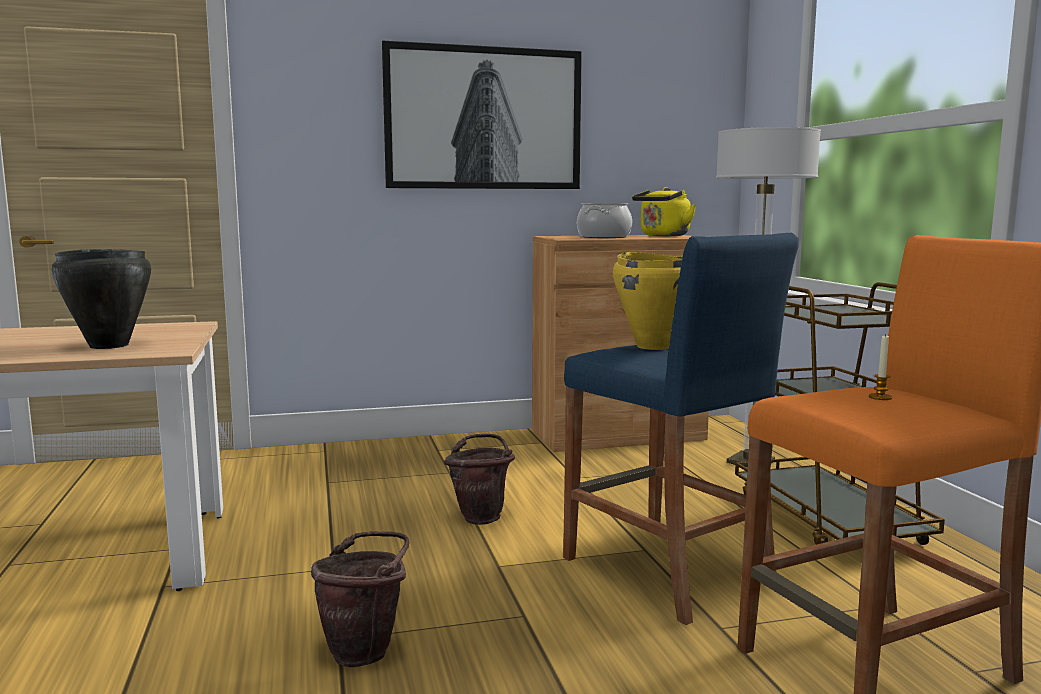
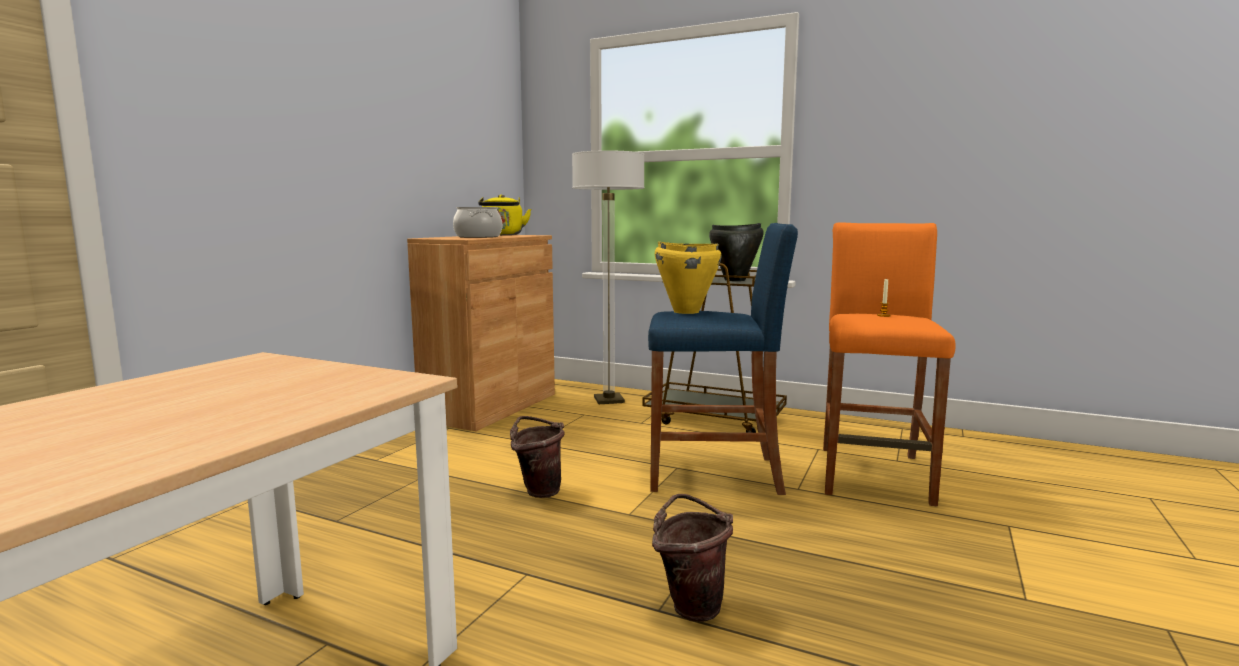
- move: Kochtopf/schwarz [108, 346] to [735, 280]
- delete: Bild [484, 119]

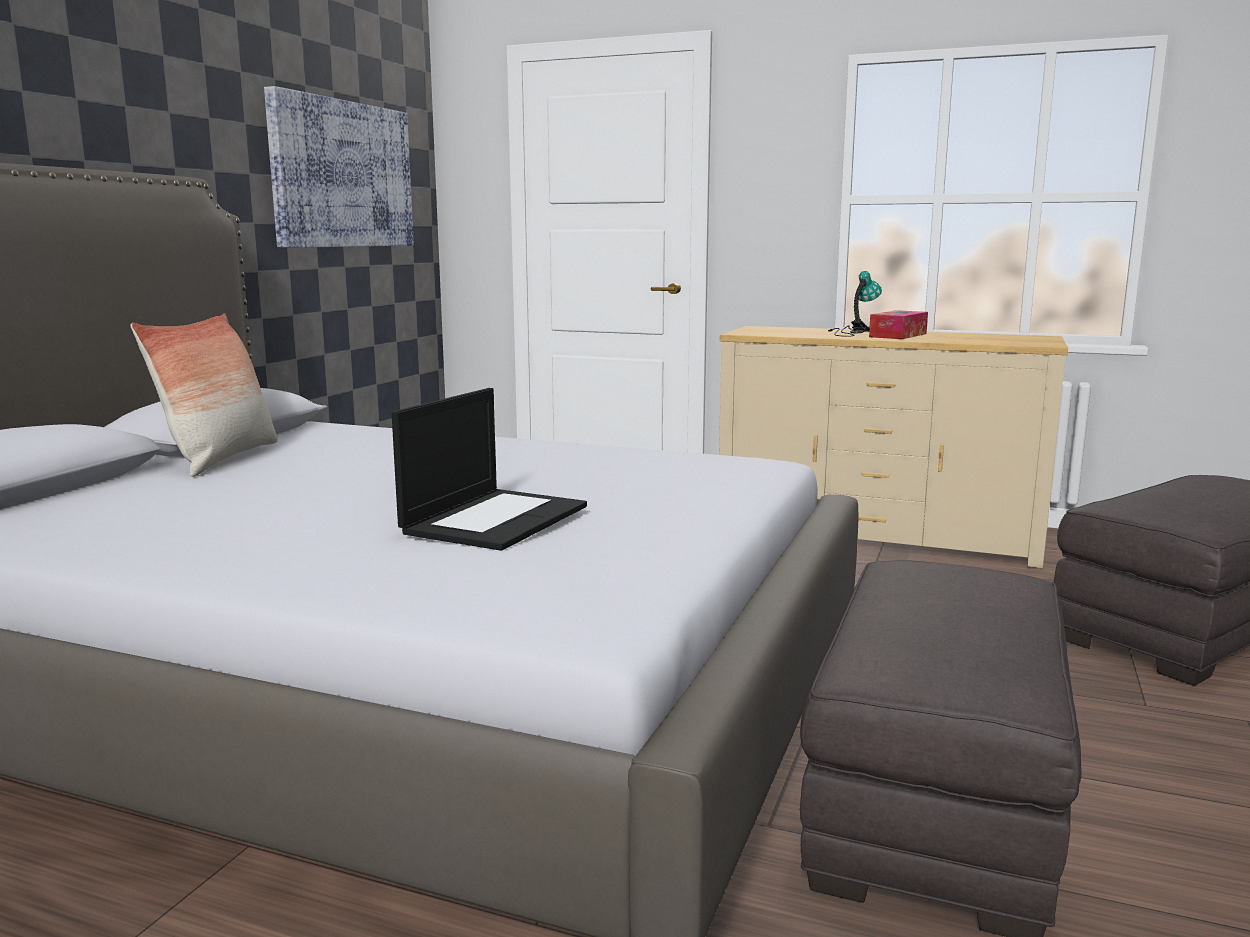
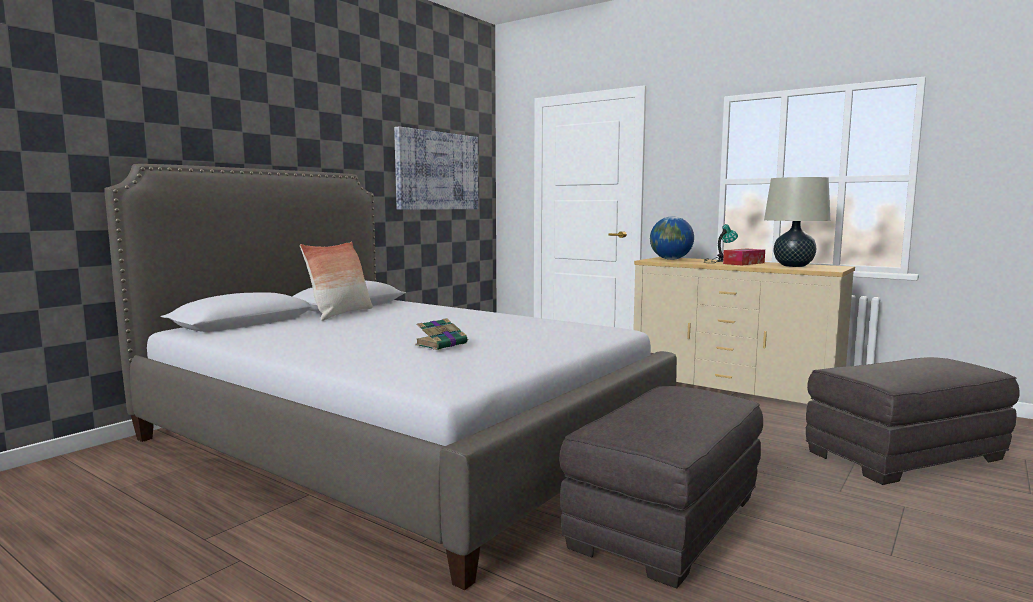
- replace: Laptop [495, 519] to Buch [442, 344]
- insert: Globus [670, 259]
- insert: Tischlampe/beige [793, 266]

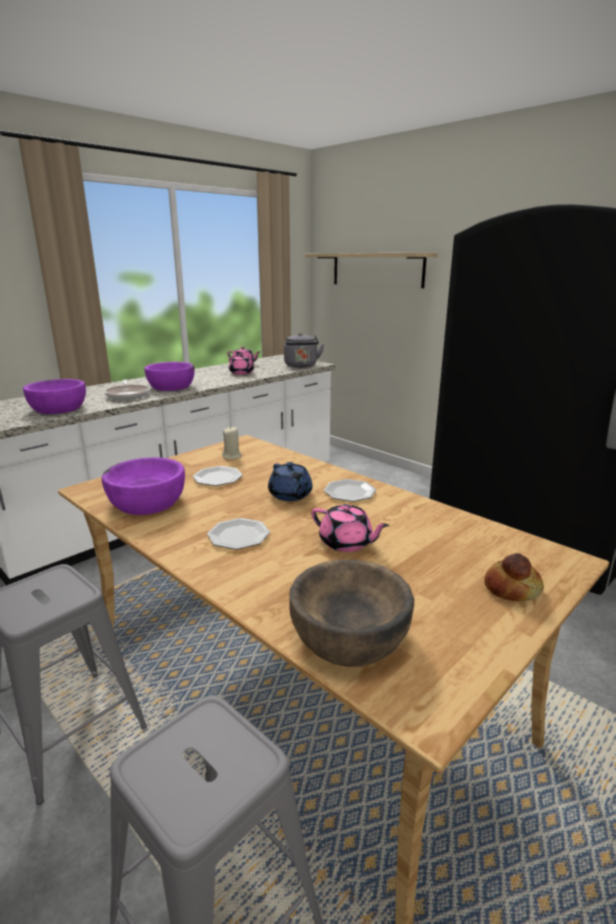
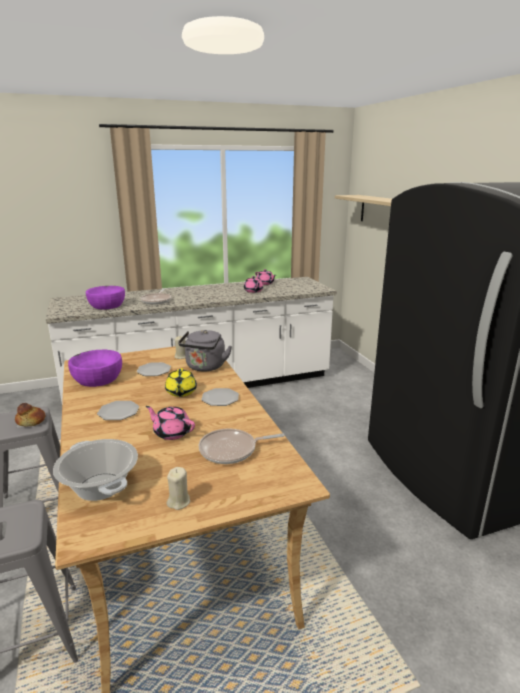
- move: Brot [511, 588] to [31, 421]
- replace: Schüssel/braun [350, 635] to Kochtopf [100, 486]
- rotate: Teekanne/rosa [346, 543] = [171, 432] 150 degrees clockwise
- recolor: Teekanne/blau [290, 495] to Teekanne/gelb [181, 392]
- insert: Kerze/beige [179, 502]
- move: Wasserkessel/grau [301, 366] to [205, 367]
- insert: Pfanne [231, 450]
- delete: Schüssel/lila [171, 386]

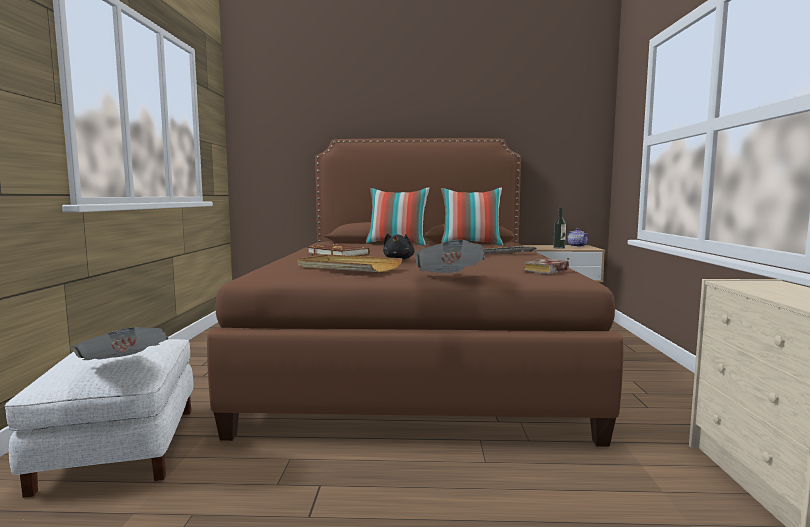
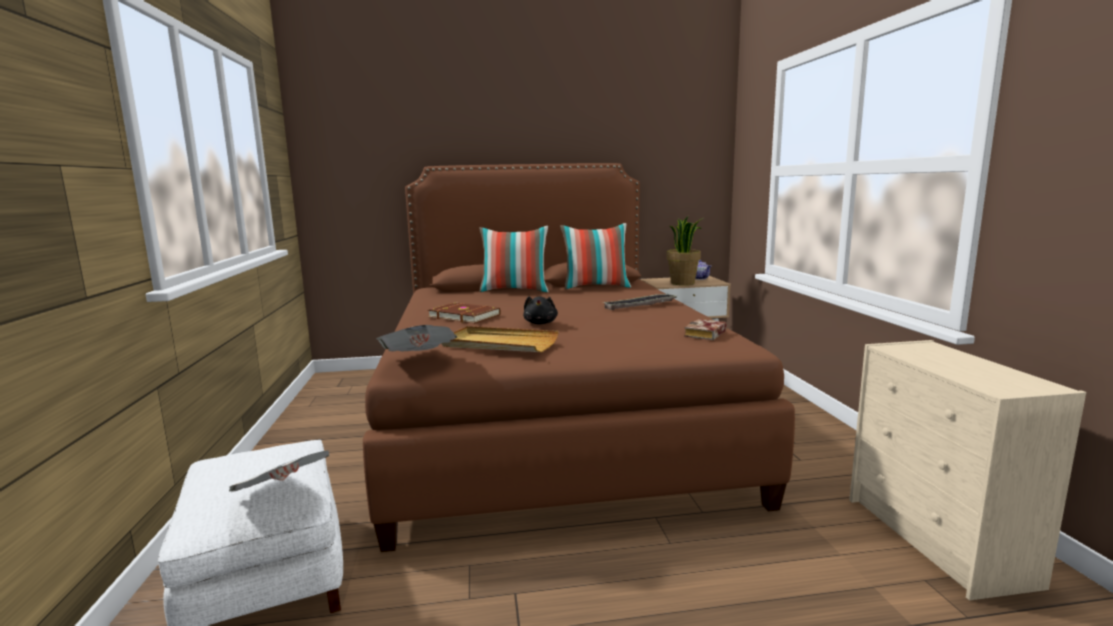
- move: Zeitung [449, 278] to [419, 360]
- replace: Flasche [559, 248] to Topfpflanze [683, 283]

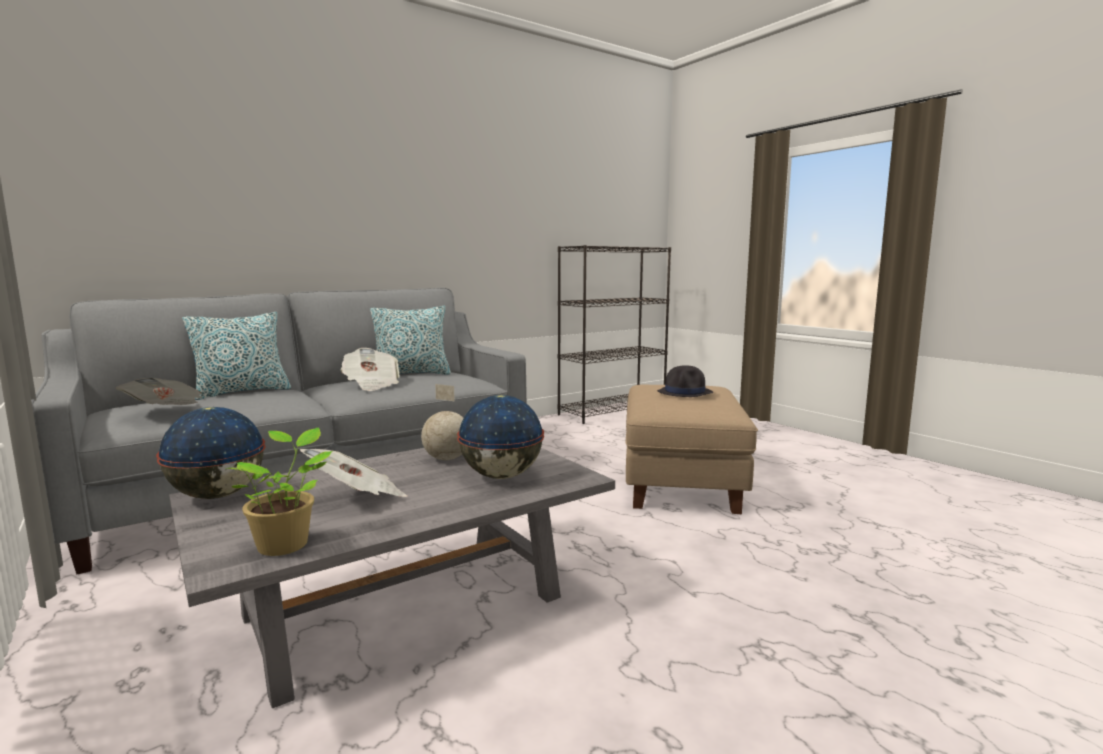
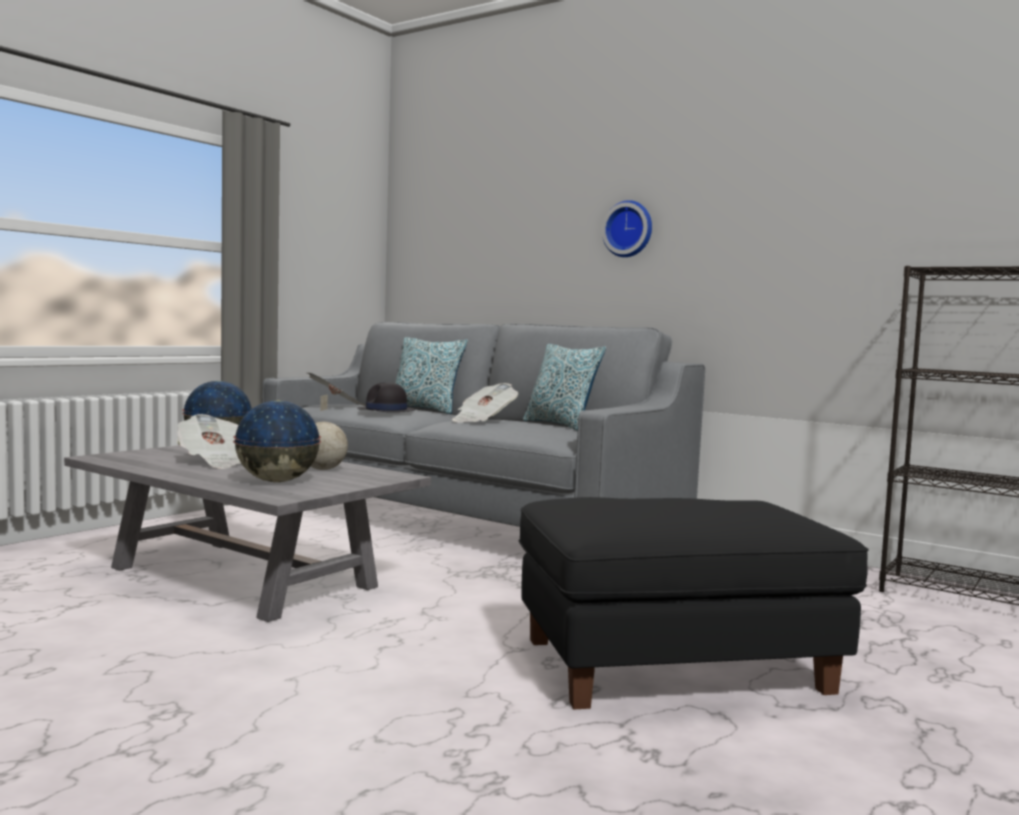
- move: Hut/schwarz [685, 392] to [386, 411]
- recolor: Polsterhocker/beige [681, 482] to Polsterhocker/schwarz [673, 666]
- insert: Wanduhr [629, 229]
- delete: Topfpflanze [286, 544]

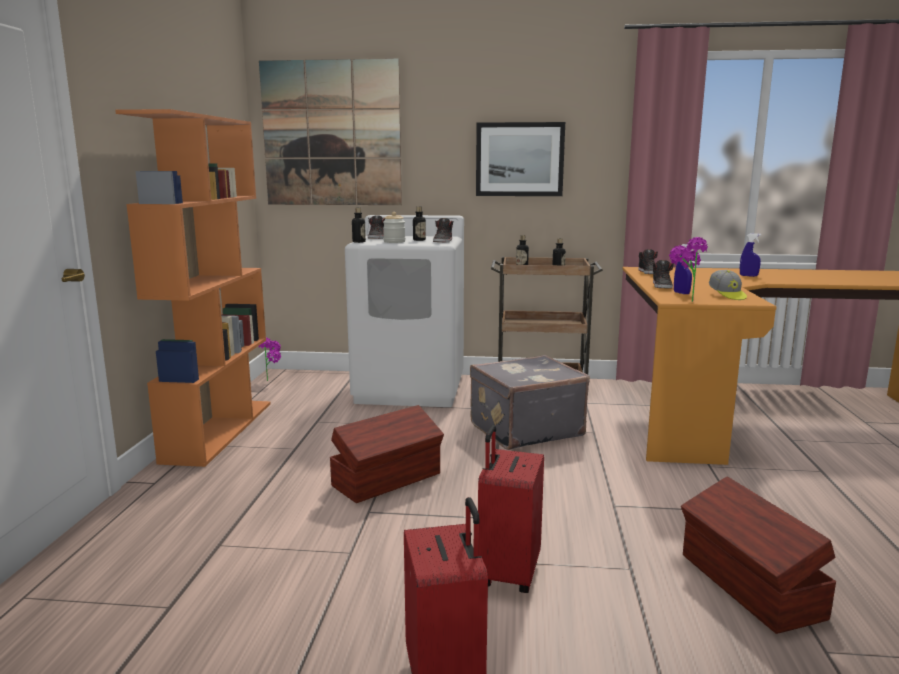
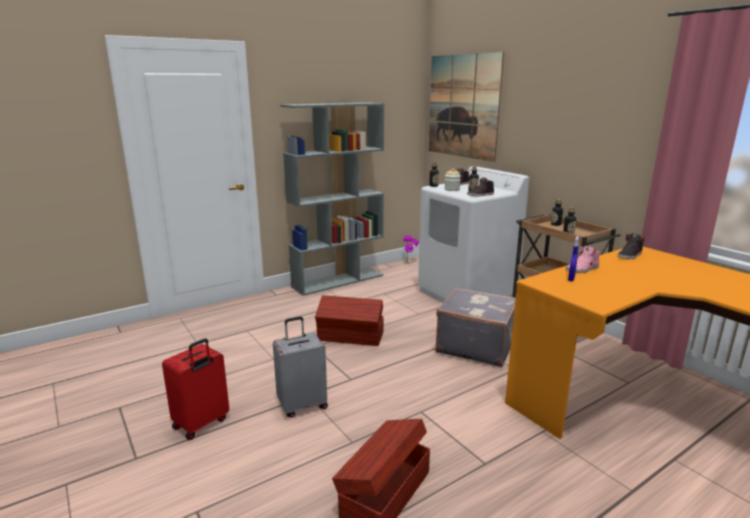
- recolor: Koffer/rot [507, 573] to Koffer/grau [302, 405]
- recolor: Bücherregal/orange [219, 430] to Bücherregal/grau [338, 281]
- recolor: Schuh/schwarz [662, 286] to Schuh/rosa [582, 269]
- delete: Bild [519, 159]
- delete: Topfpflanze [684, 300]
- delete: Kappe [727, 295]
- delete: Sprühflasche/blau [748, 276]

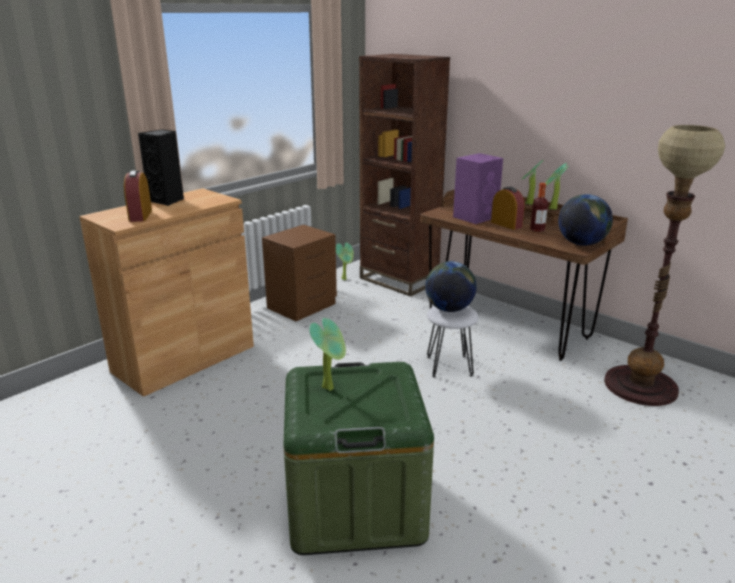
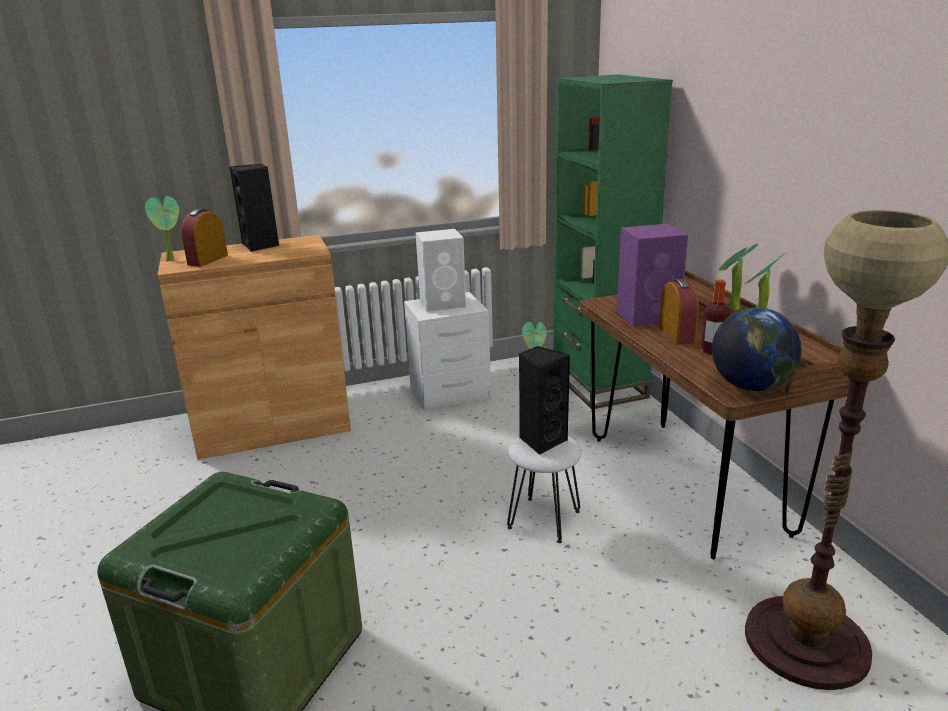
- move: Topfpflanze [330, 387] to [172, 260]
- recolor: Nachttisch/braun [303, 306] to Nachttisch/weiß [451, 393]
- insert: Lautsprecher/weiß [443, 303]
- replace: Globus [449, 309] to Lautsprecher/schwarz [541, 441]
- recolor: Bücherregal/braun [398, 280] to Bücherregal/grün [598, 384]

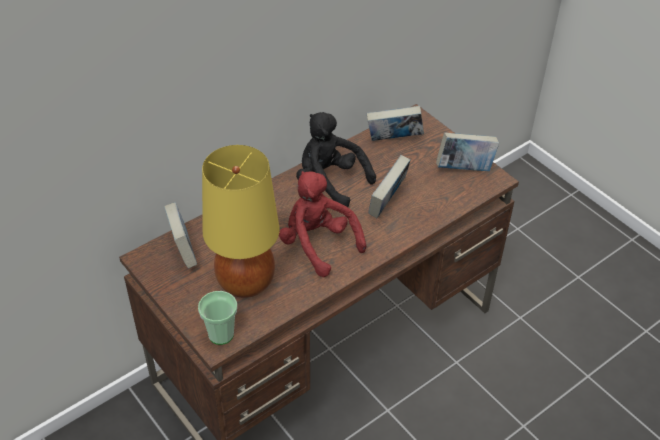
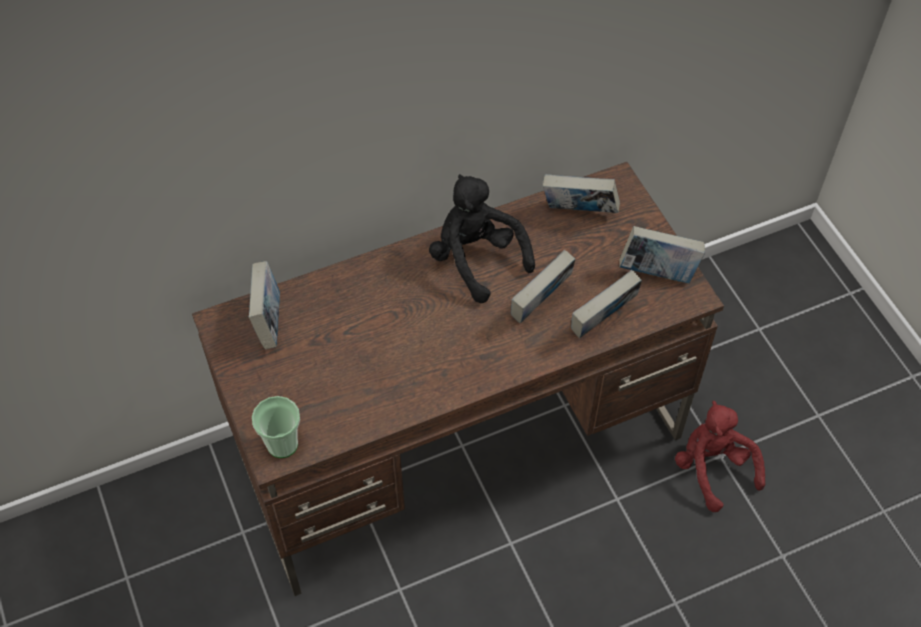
- insert: Buch [602, 321]
- move: Plüschtier/rot [318, 244] to [713, 468]
- delete: Tischlampe/gelb [246, 282]

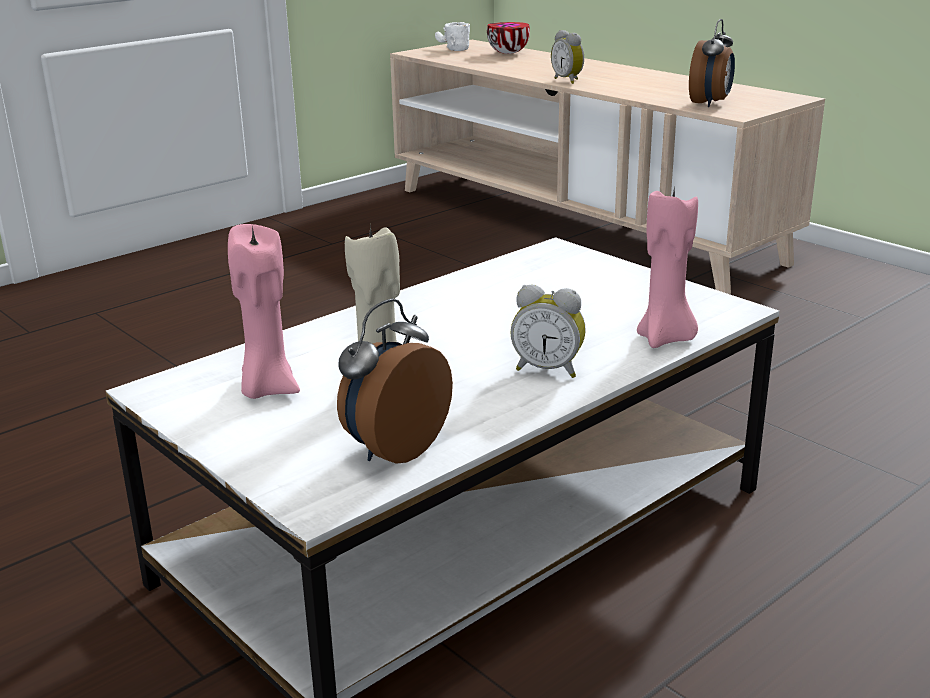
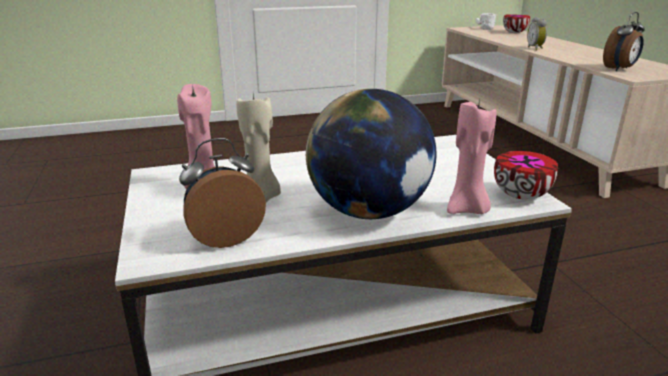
- replace: Wecker [548, 369] to Globus [369, 211]
- insert: Schüssel [522, 196]

